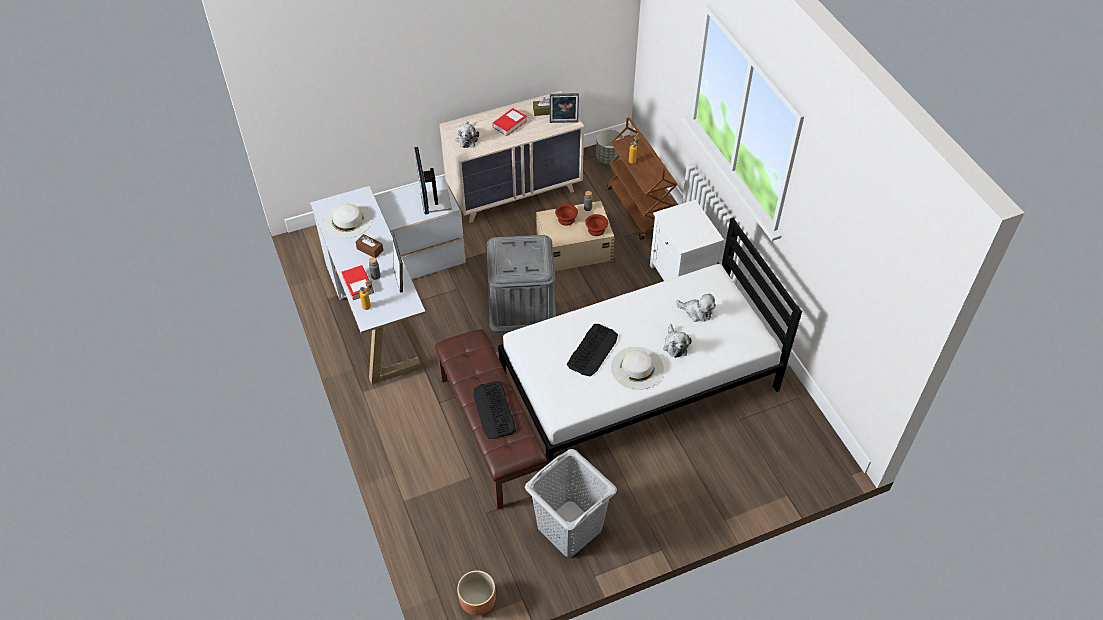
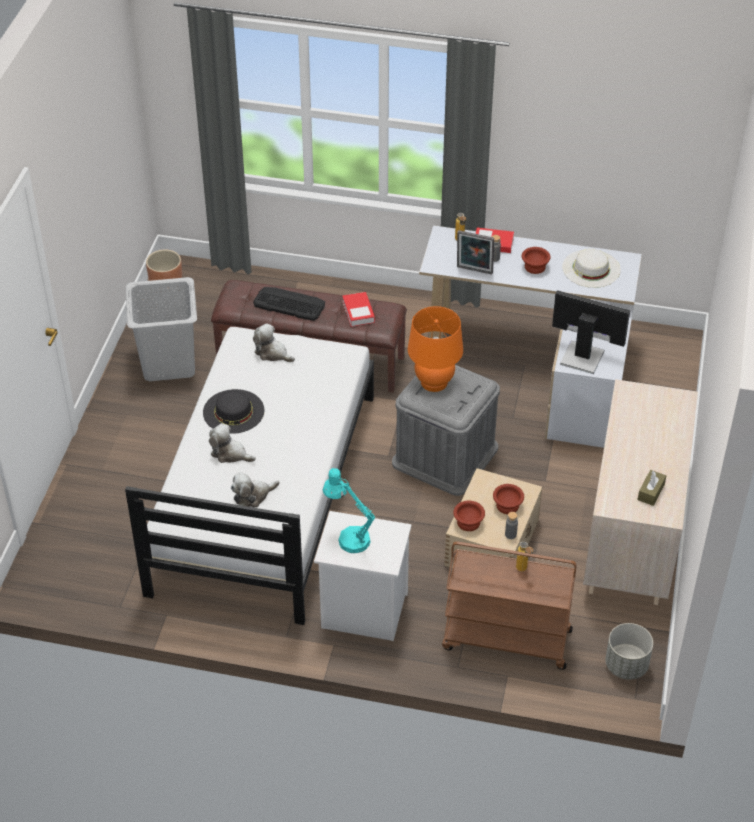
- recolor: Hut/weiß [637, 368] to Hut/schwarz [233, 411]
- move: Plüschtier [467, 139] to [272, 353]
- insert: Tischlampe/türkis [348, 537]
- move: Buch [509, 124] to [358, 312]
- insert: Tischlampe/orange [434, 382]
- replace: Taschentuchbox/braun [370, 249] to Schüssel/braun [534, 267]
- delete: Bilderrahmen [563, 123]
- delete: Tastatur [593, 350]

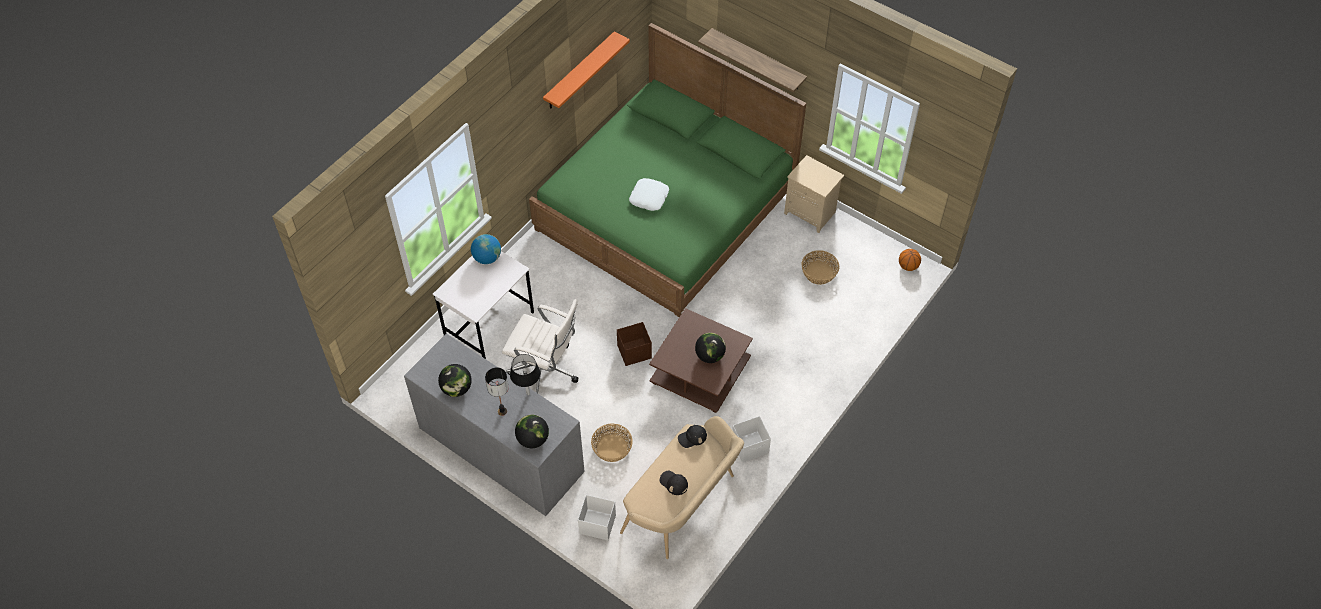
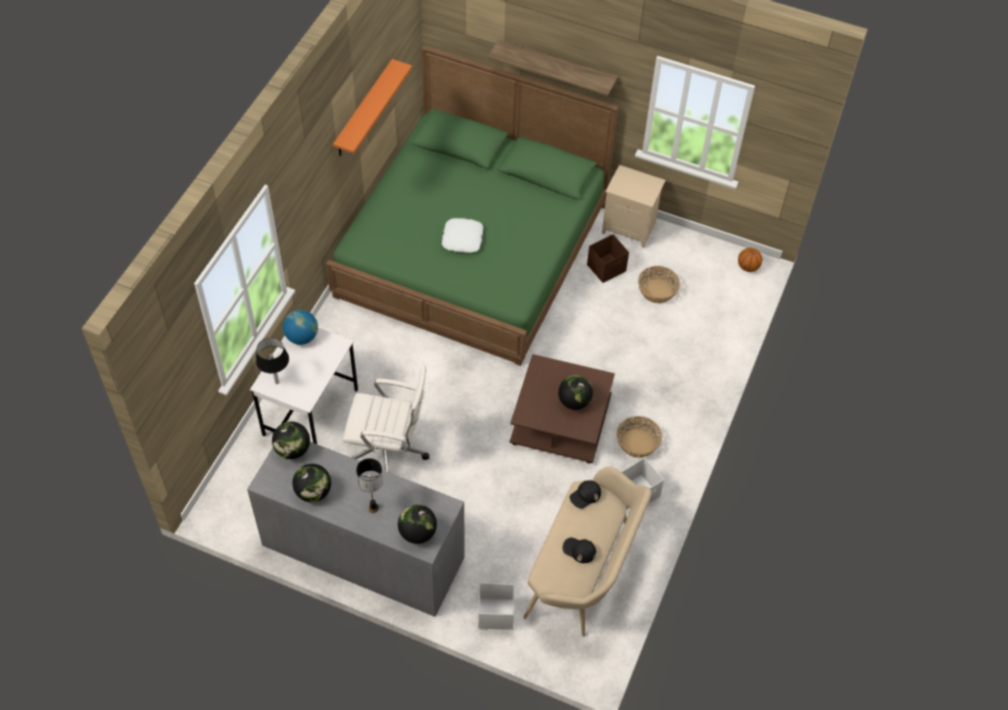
- move: Tischlampe/schwarz [528, 393] to [277, 382]
- insert: Globus [293, 450]
- move: Aufbewahrungsbox/braun [635, 352] to [607, 268]
- move: Korb [612, 448] to [637, 443]

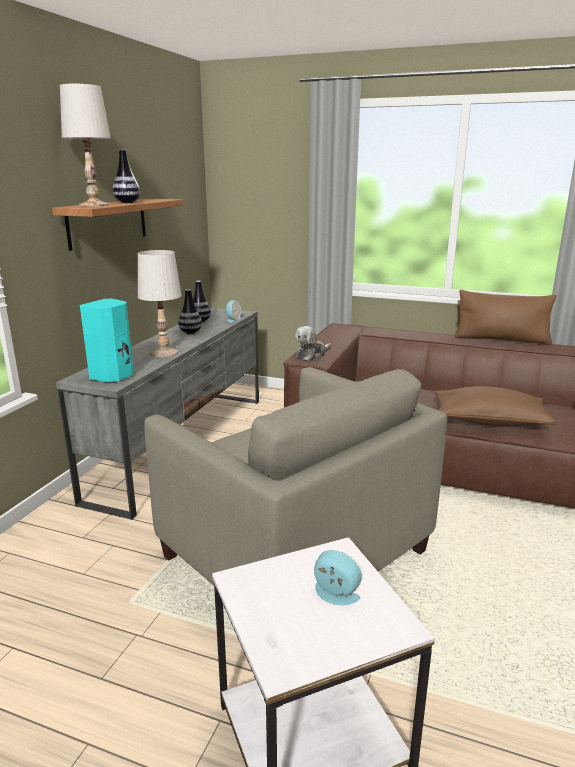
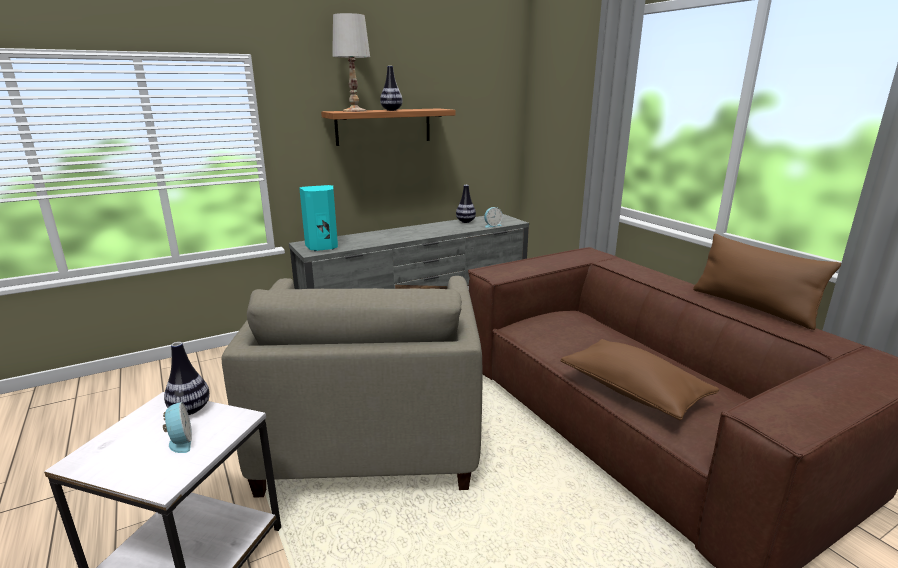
- move: Vase [190, 332] to [190, 410]
- delete: Tischlampe/weiß [164, 353]
- delete: Plüschtier [312, 355]

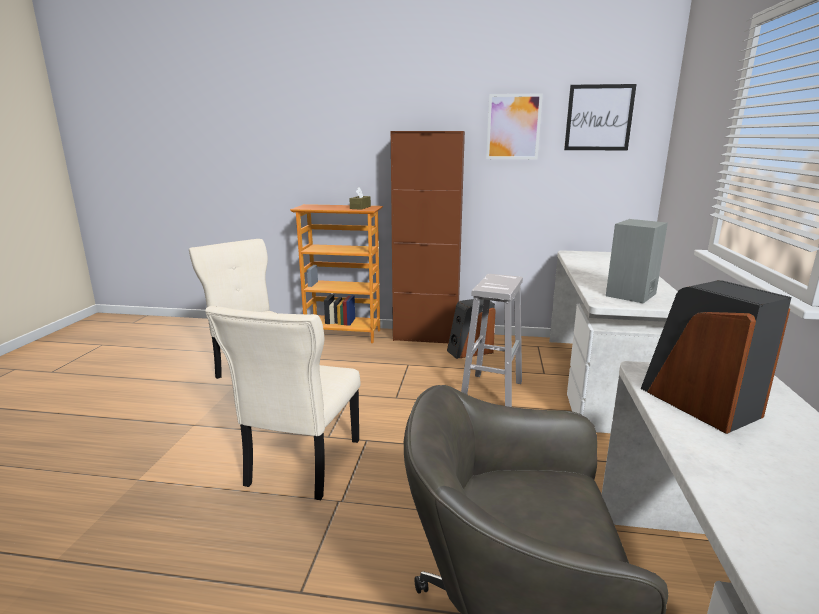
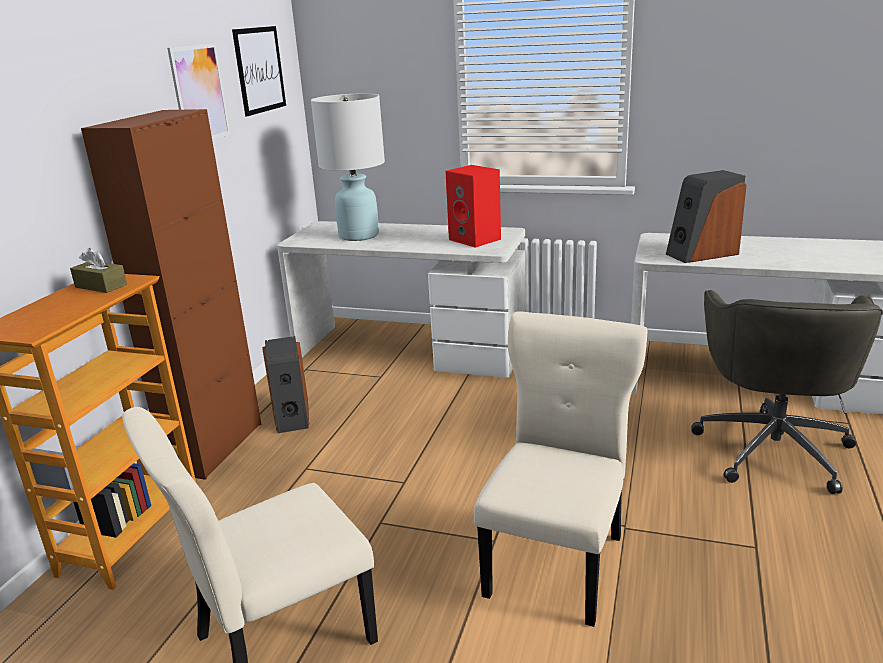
- insert: Tischlampe/weiß [359, 235]
- recolor: Lautsprecher/grau [631, 295] to Lautsprecher/rot [476, 239]
- rotate: Stuhl/beige [301, 465] = [558, 561] 90 degrees counterclockwise
- delete: Hocker/weiß [492, 390]

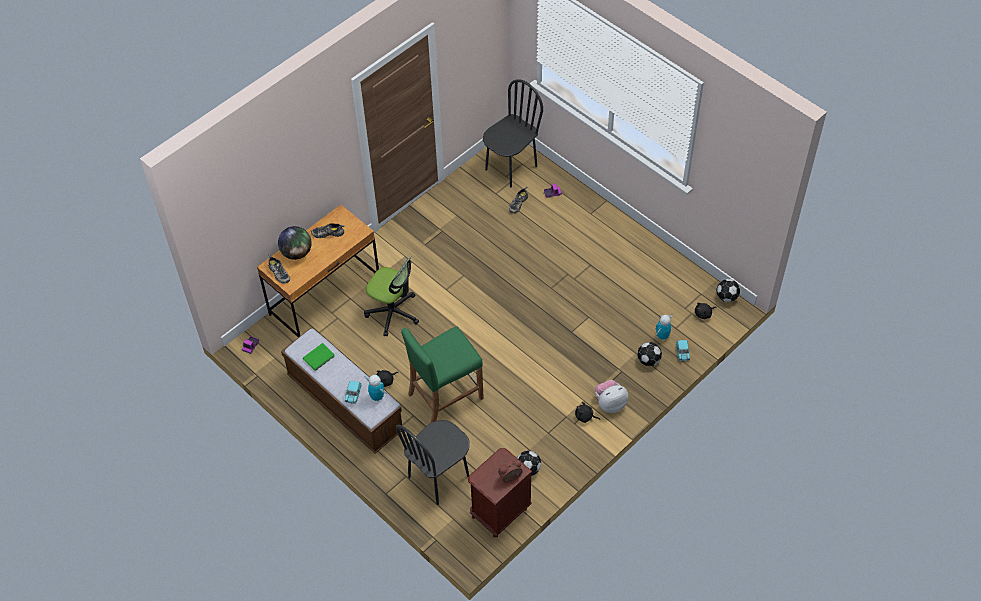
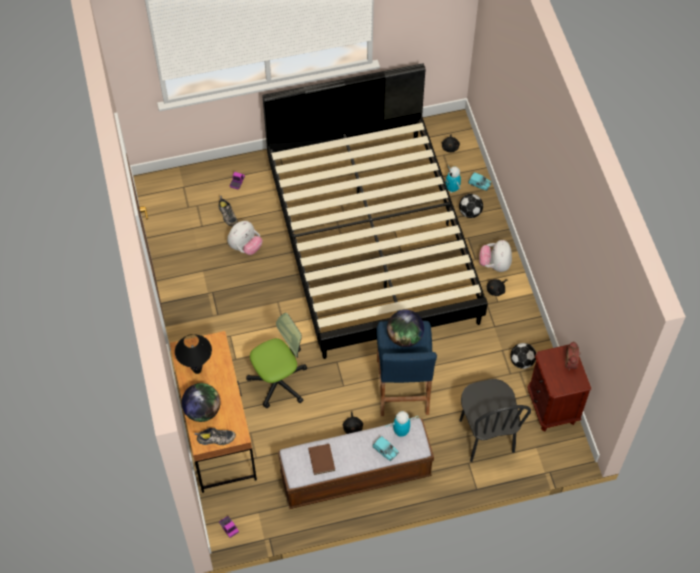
- replace: Schuh [328, 232] to Tischlampe/schwarz [197, 370]
- insert: Plüschtier [245, 247]
- insert: Bett/schwarz [372, 241]
- recolor: Buch/grün [319, 357] to Buch/braun [322, 459]
- recolor: Hocker/grün [445, 396] to Hocker/blau [402, 386]
- insert: Globus [404, 337]
- delete: Stuhl/schwarz [511, 167]
- delete: Fußball [726, 297]

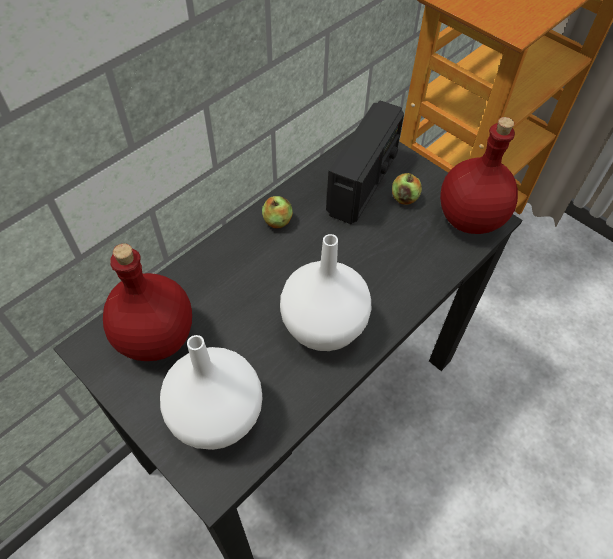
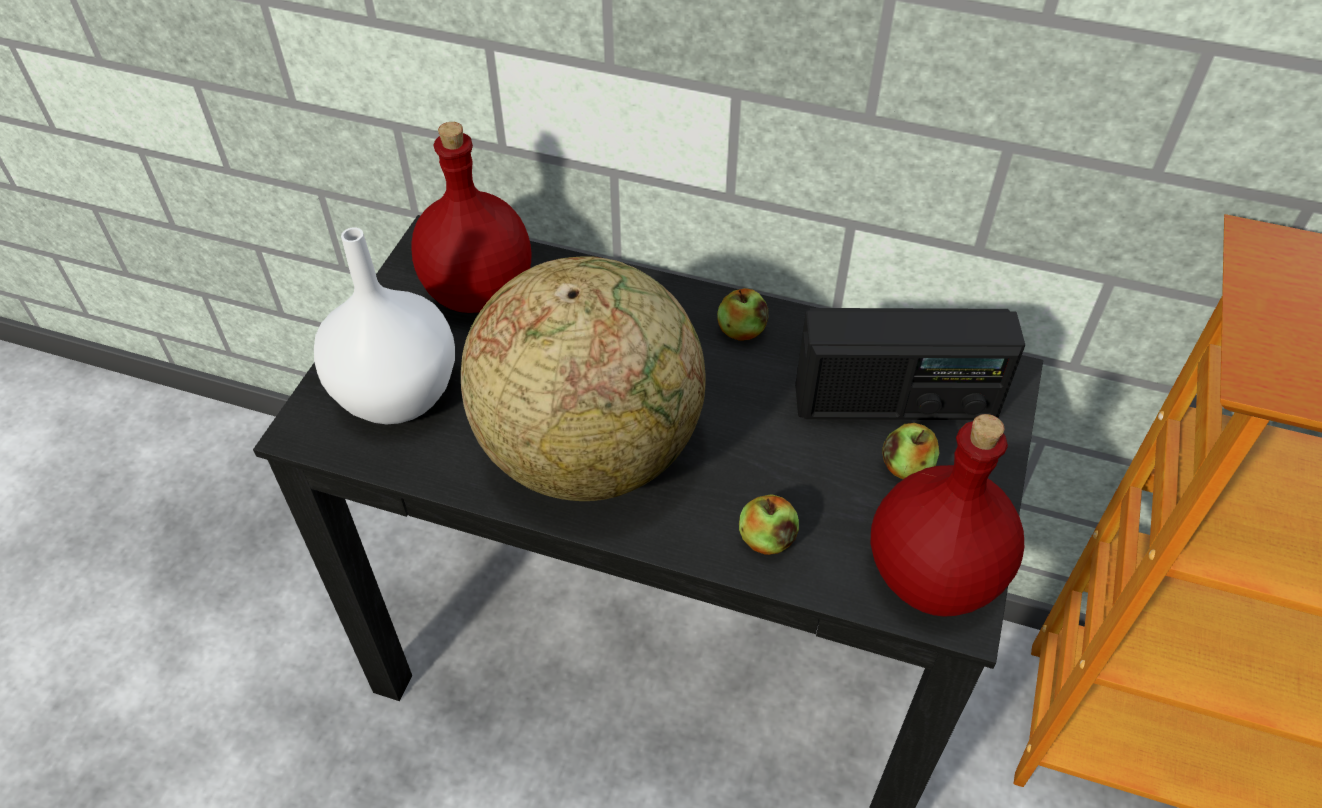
- replace: Vase/weiß [322, 325] to Globus [590, 450]
- insert: Apfel [766, 539]

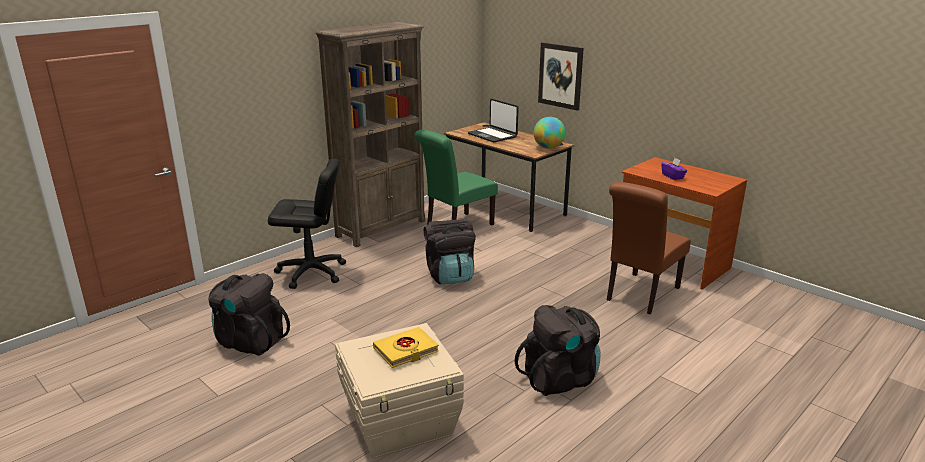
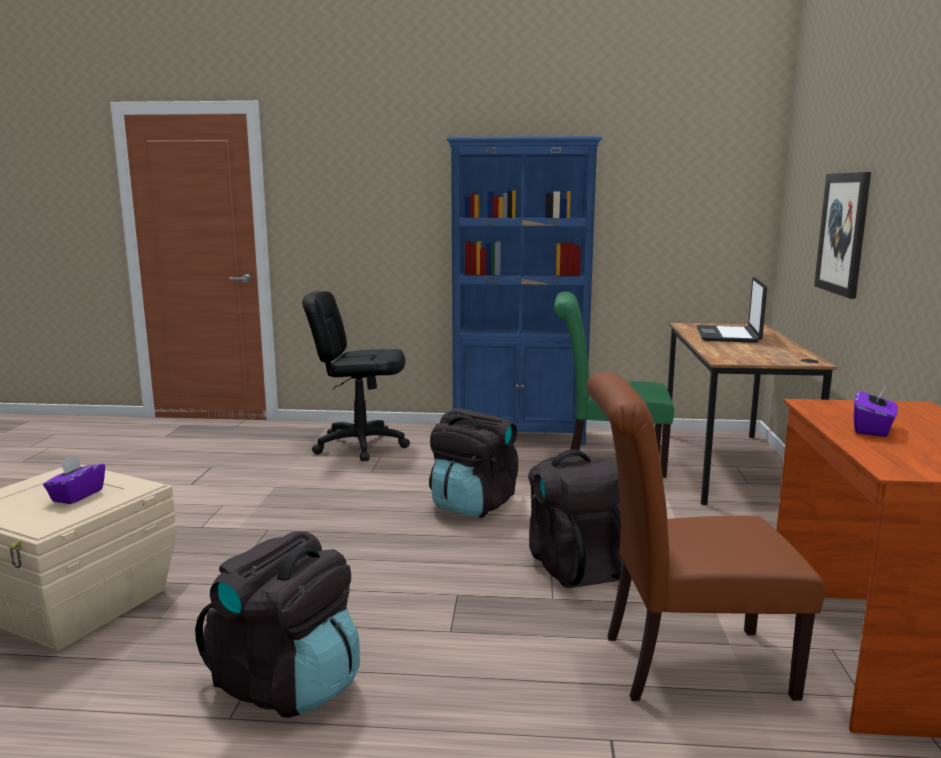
- replace: Buch/gelb [406, 351] to Taschentuchbox/lila [77, 496]
- rotate: Bürostuhl/schwarz [311, 272] = [360, 445] 135 degrees clockwise
- recolor: Bücherregal/braun [381, 228] to Bücherregal/blau [520, 434]
- move: Rucksack/schwarz [250, 341] to [575, 565]
- delete: Globus [548, 148]

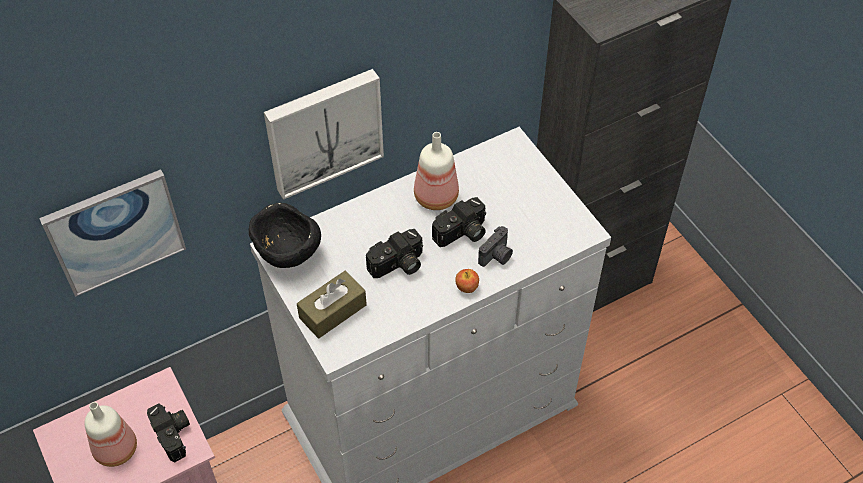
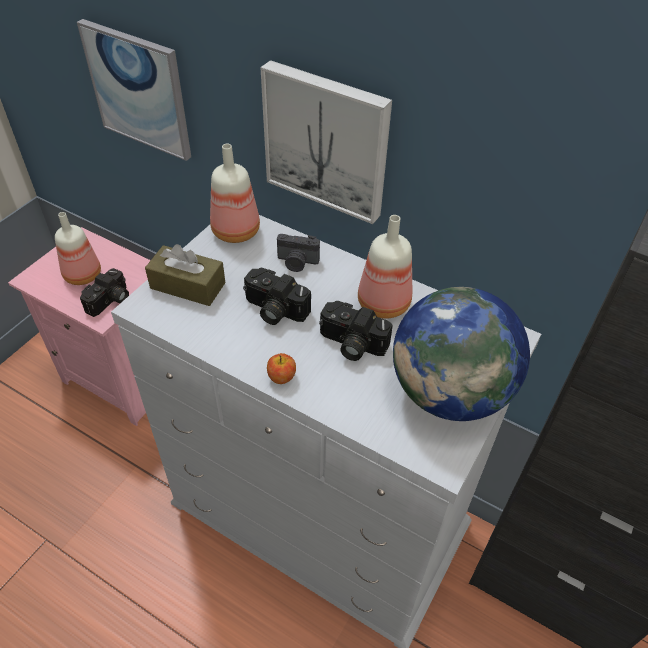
- replace: Schüssel/schwarz [287, 255] to Flasche [235, 230]
- move: Kamera [497, 256] to [297, 263]
- insert: Globus [449, 392]

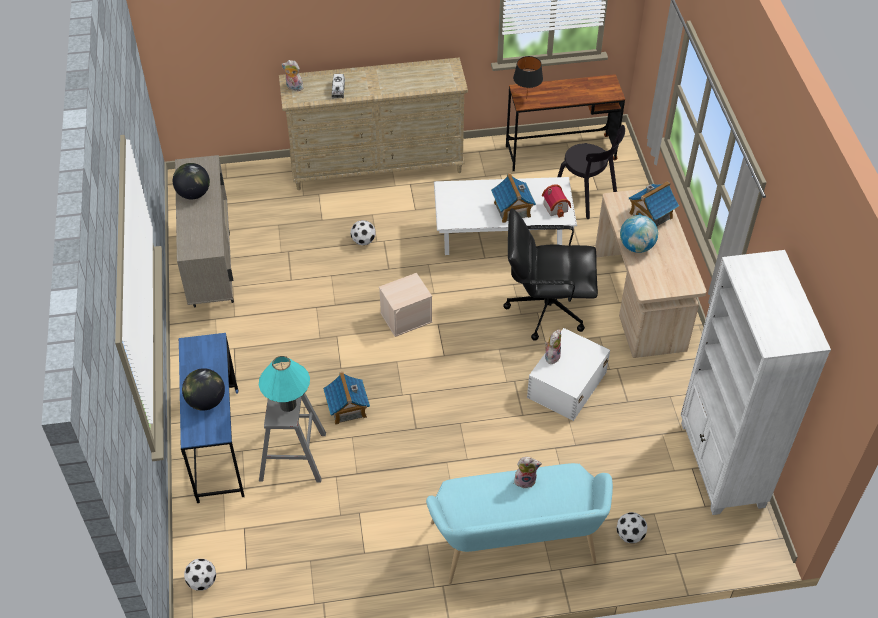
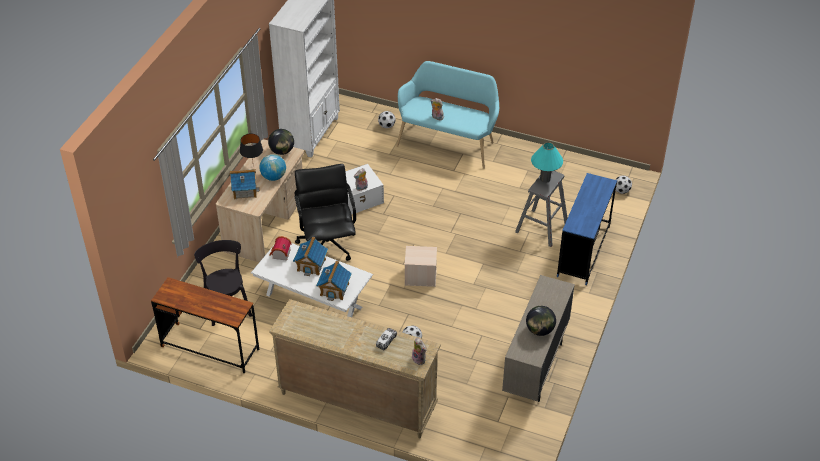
- move: Tischlampe/schwarz [526, 99] to [253, 166]
- move: Globus [206, 401] to [282, 151]
- rotate: Bürostuhl/schwarz [546, 308] = [327, 244] 135 degrees counterclockwise
- move: Spielzeughaus [347, 408] to [334, 289]

